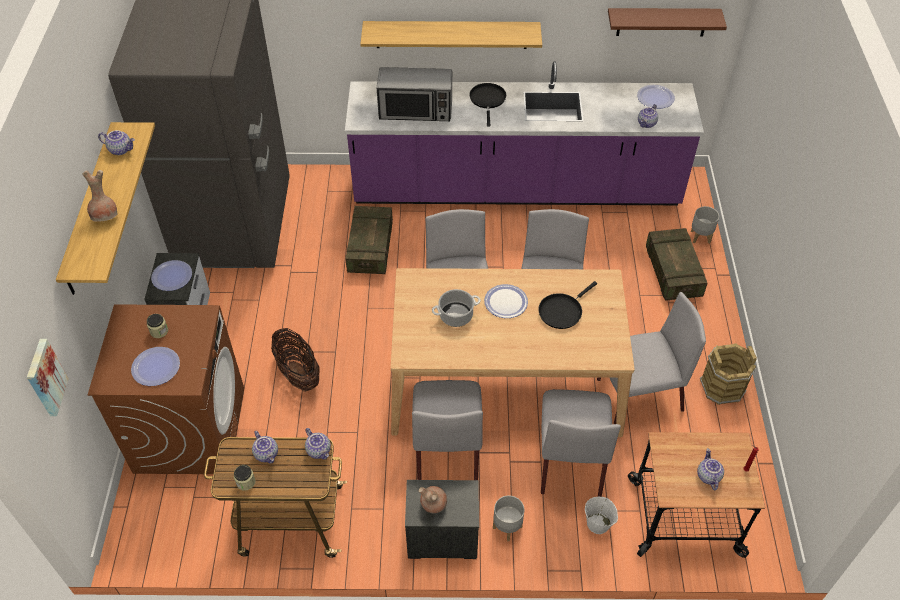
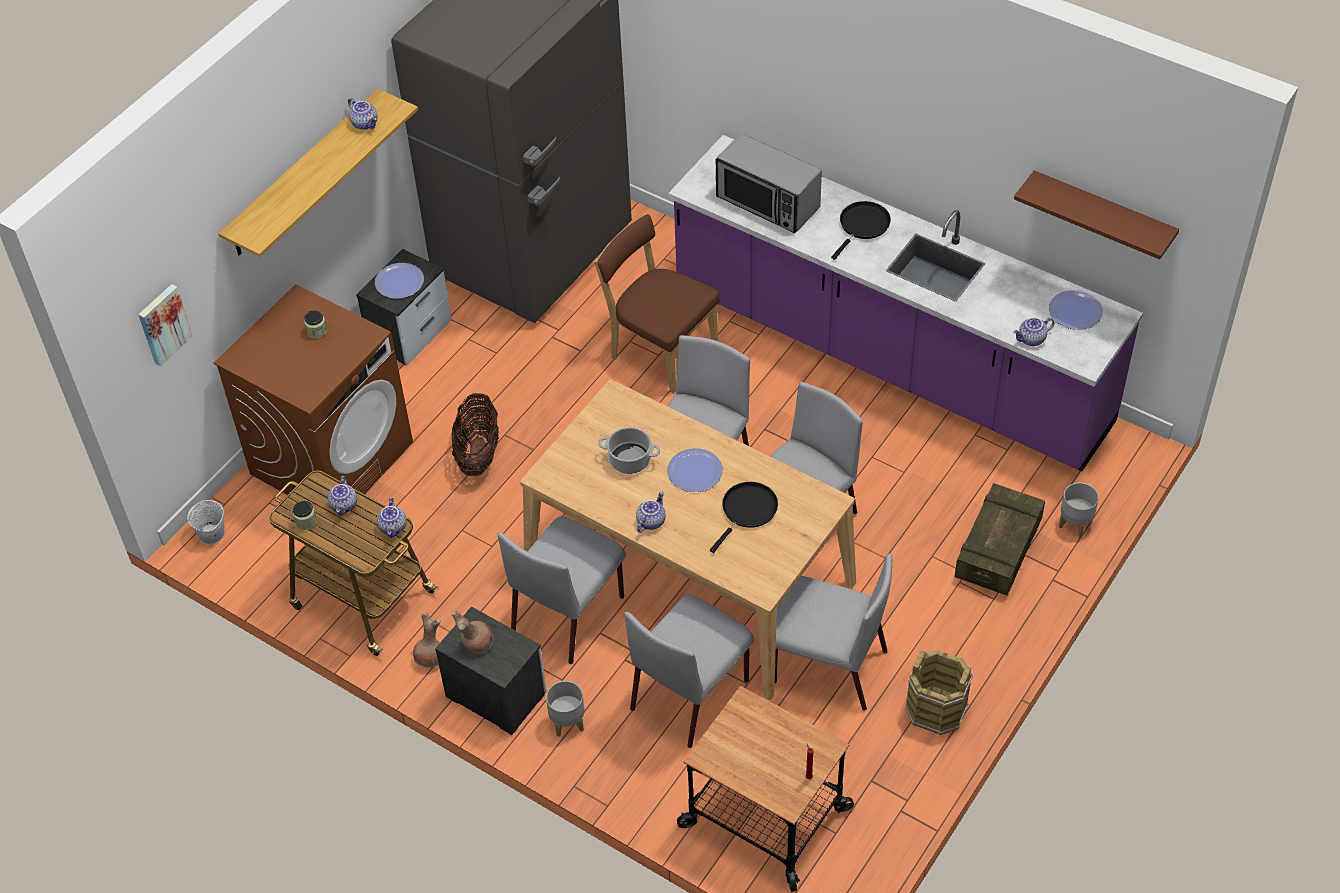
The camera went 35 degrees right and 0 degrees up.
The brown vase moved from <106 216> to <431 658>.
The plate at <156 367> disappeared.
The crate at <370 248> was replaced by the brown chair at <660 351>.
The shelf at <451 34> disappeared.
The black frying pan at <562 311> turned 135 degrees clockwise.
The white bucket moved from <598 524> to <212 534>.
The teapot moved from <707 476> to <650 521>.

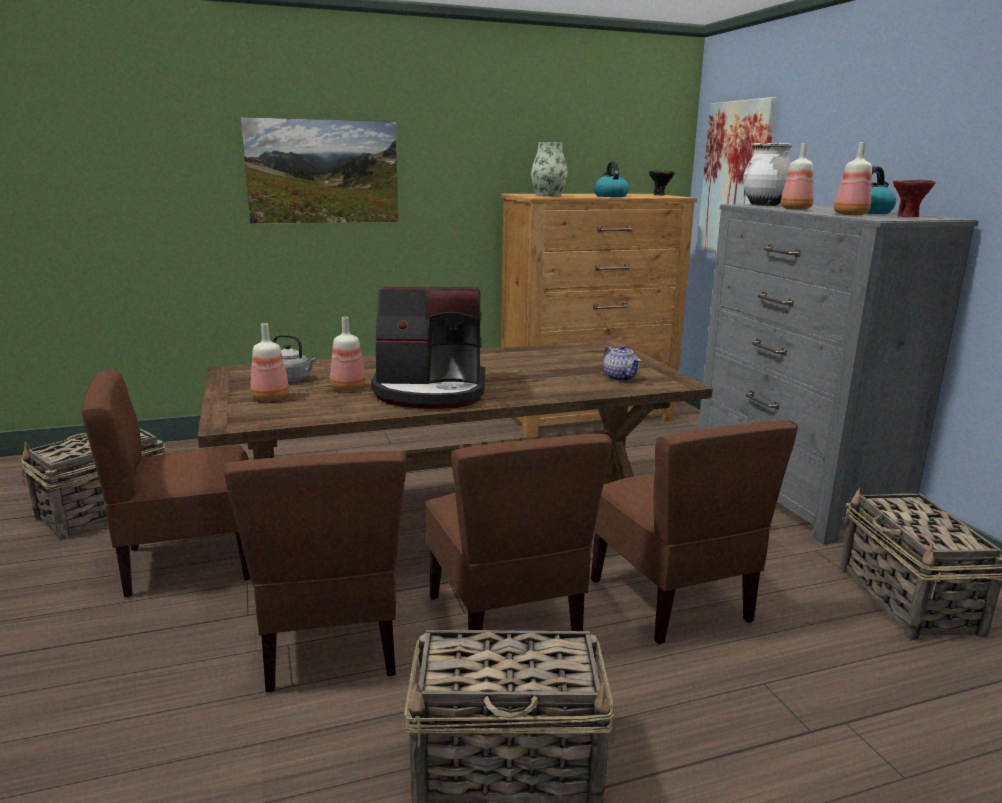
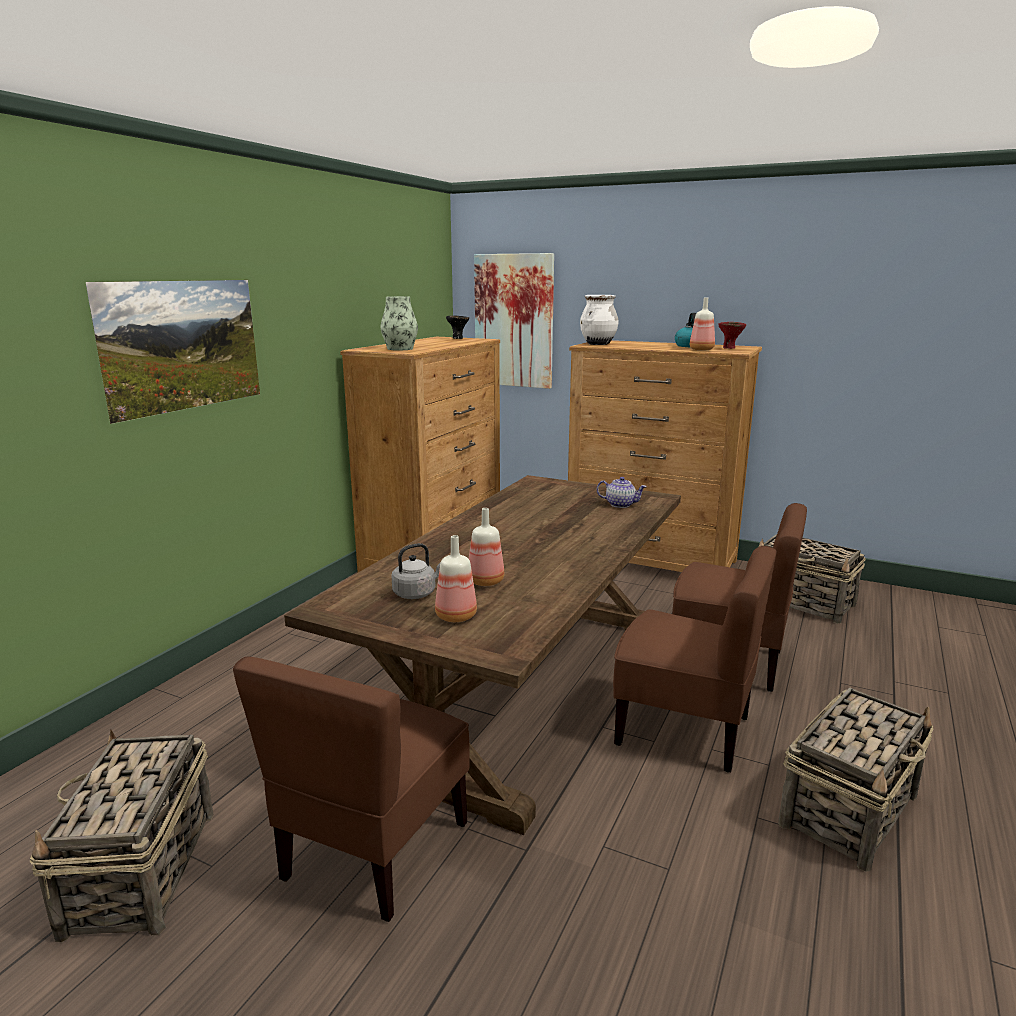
The camera went 45 degrees left and 0 degrees up.
The brown chair at <331 642> disappeared.
The coffee machine at <431 392> disappeared.
The kettle at <610 196> disappeared.
The grey dresser at <792 491> became the brown dresser at <651 560>.
The bottle at <796 209> disappeared.

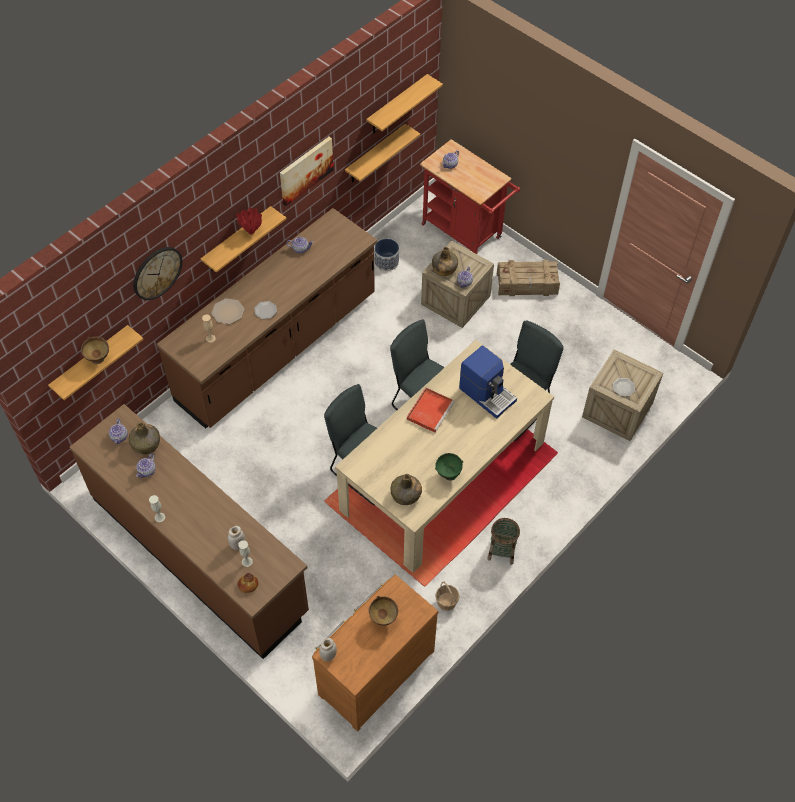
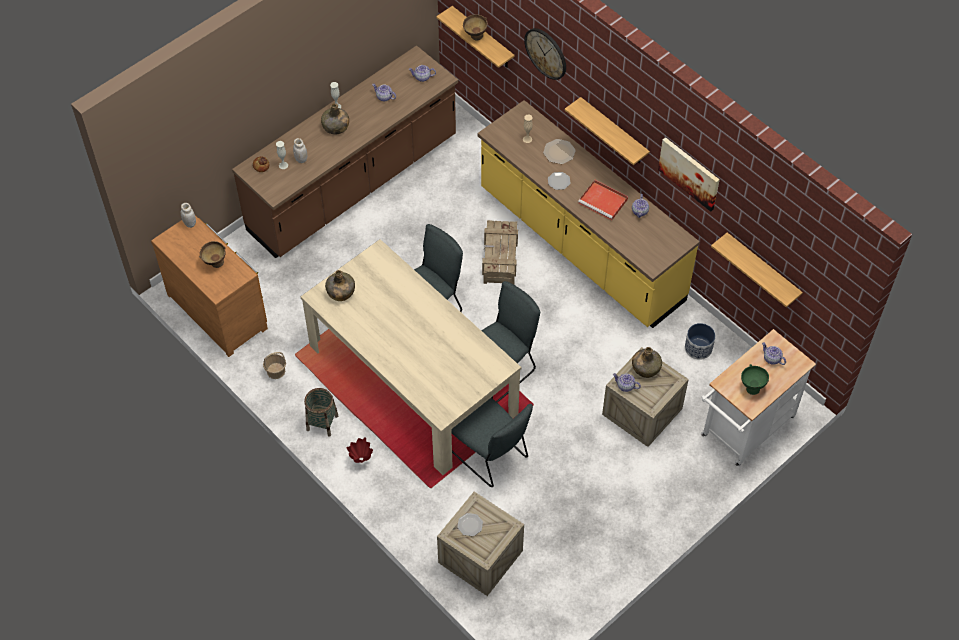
The camera went 95 degrees right and 0 degrees up.
The green bottle moved from <146 444> to <335 127>.
The brown counter at <278 349> became the yellow counter at <580 246>.
The red vase moved from <251 232> to <361 460>.
The shelf at <397 105> disappeared.
The red tray moved from <430 410> to <604 201>.
The red cart at <465 233> became the white cart at <743 431>.
The green bowl moved from <447 475> to <751 387>.
The coffee machine at <487 393> disappeared.
The crate moved from <527 284> to <499 258>.

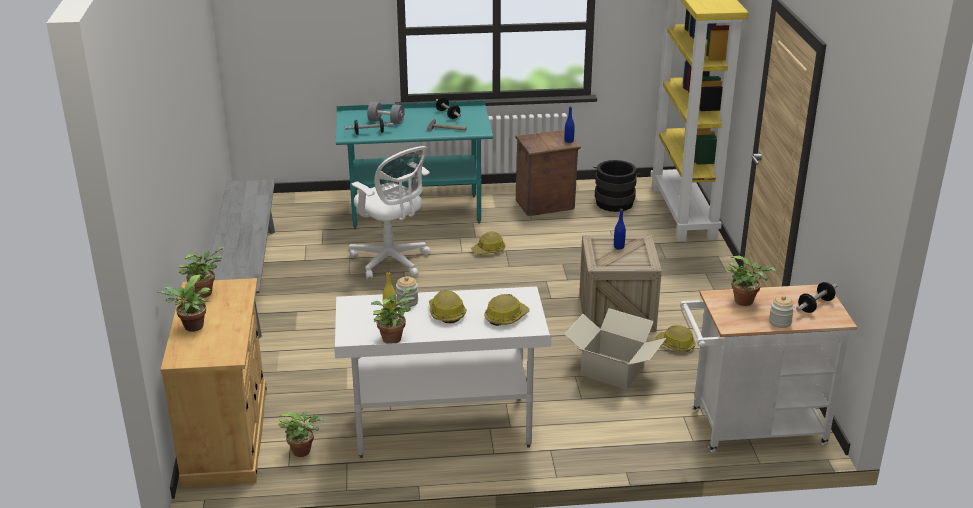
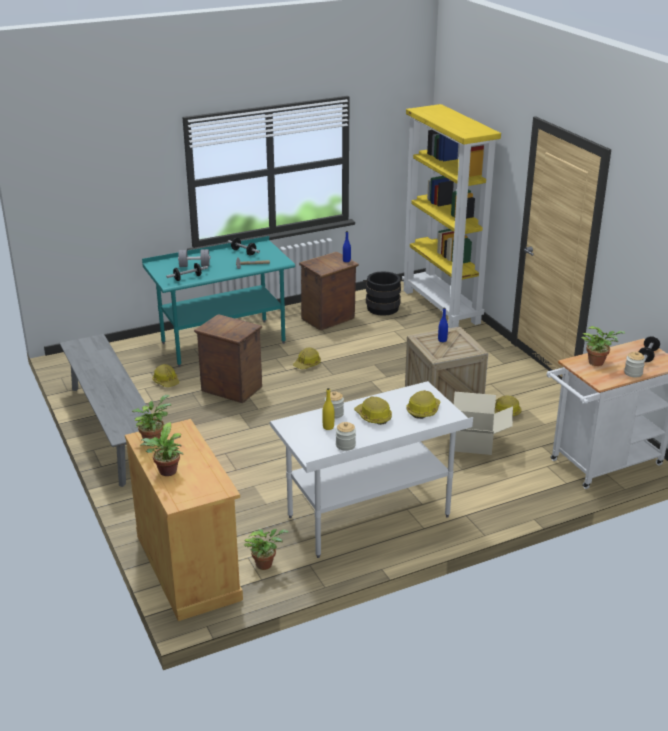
The camera went 20 degrees left and 0 degrees up.
The white office chair at <392 262> was replaced by the crate at <231 389>.
The potted plant at <393 337> was replaced by the jar at <345 445>.
The hard hat at <166 381> appeared.

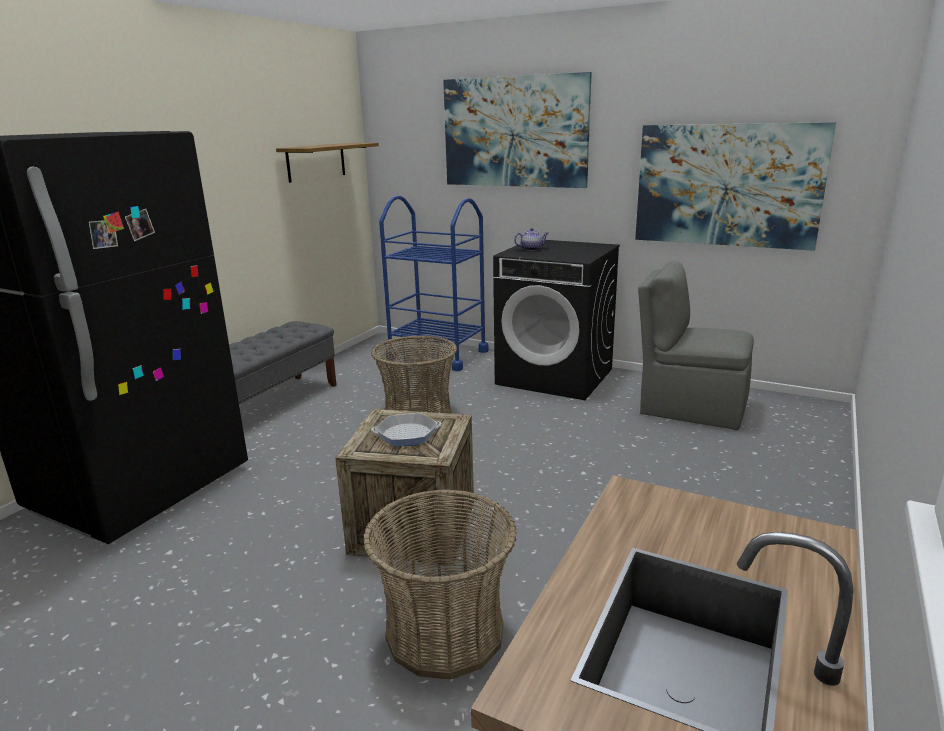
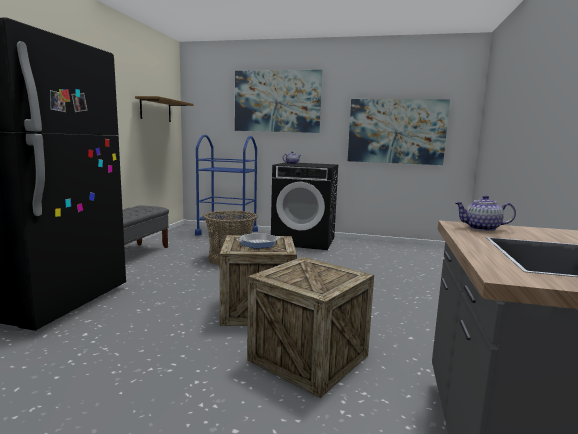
The camera went 15 degrees left and 10 degrees down.
The basket at <445 632> was replaced by the crate at <308 358>.
The grey chair at <689 407> disappeared.
The teapot at <481 228> appeared.

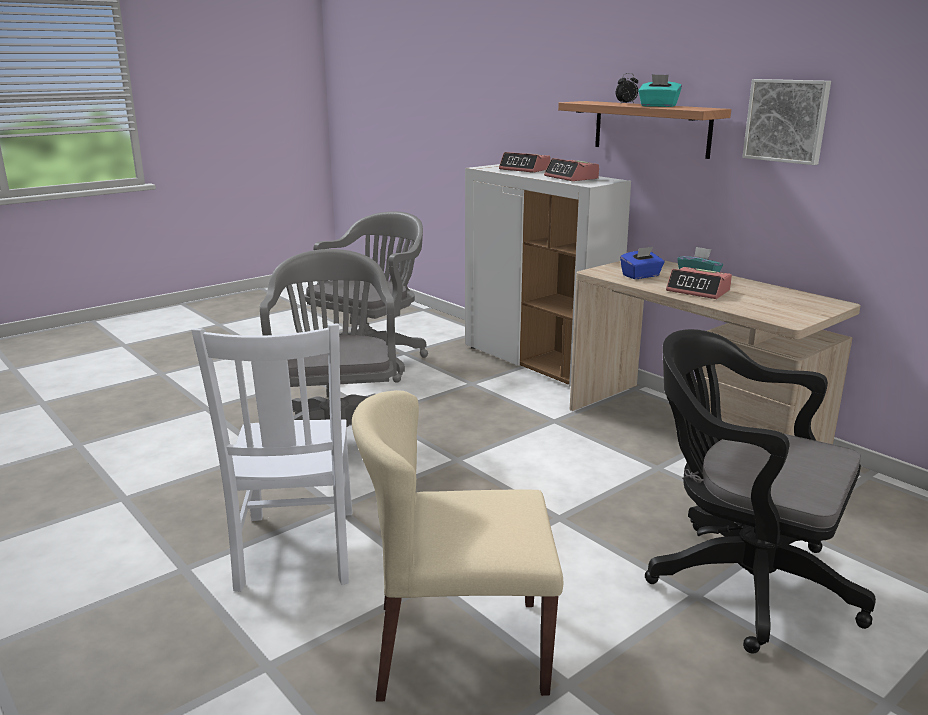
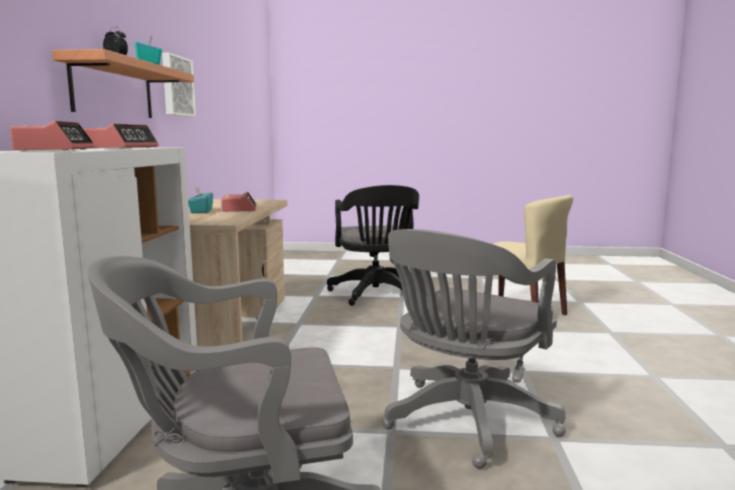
The camera went 135 degrees left and 10 degrees down.
The white chair at <296 551> disappeared.
The blue tissue box at <641 276> disappeared.

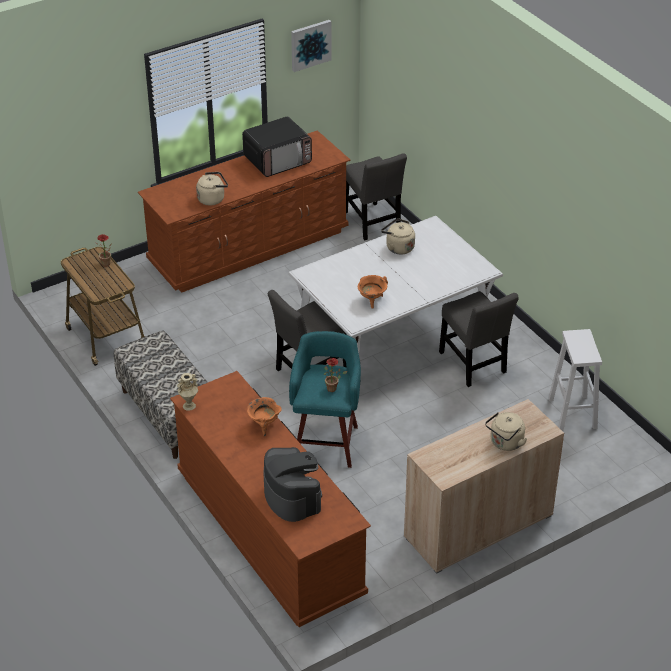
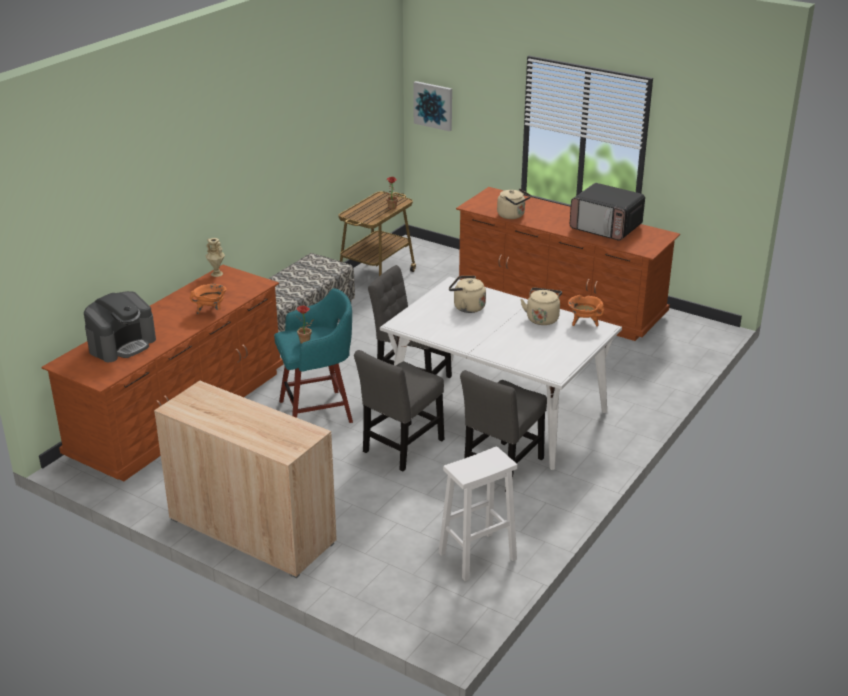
The camera went 65 degrees right and 10 degrees down.
The picture moved from <310 45> to <433 105>.
The grey chair moved from <372 223> to <401 448>.
The orange cooking pot moved from <372 300> to <584 322>.
The beige kettle moved from <505 443> to <467 307>.

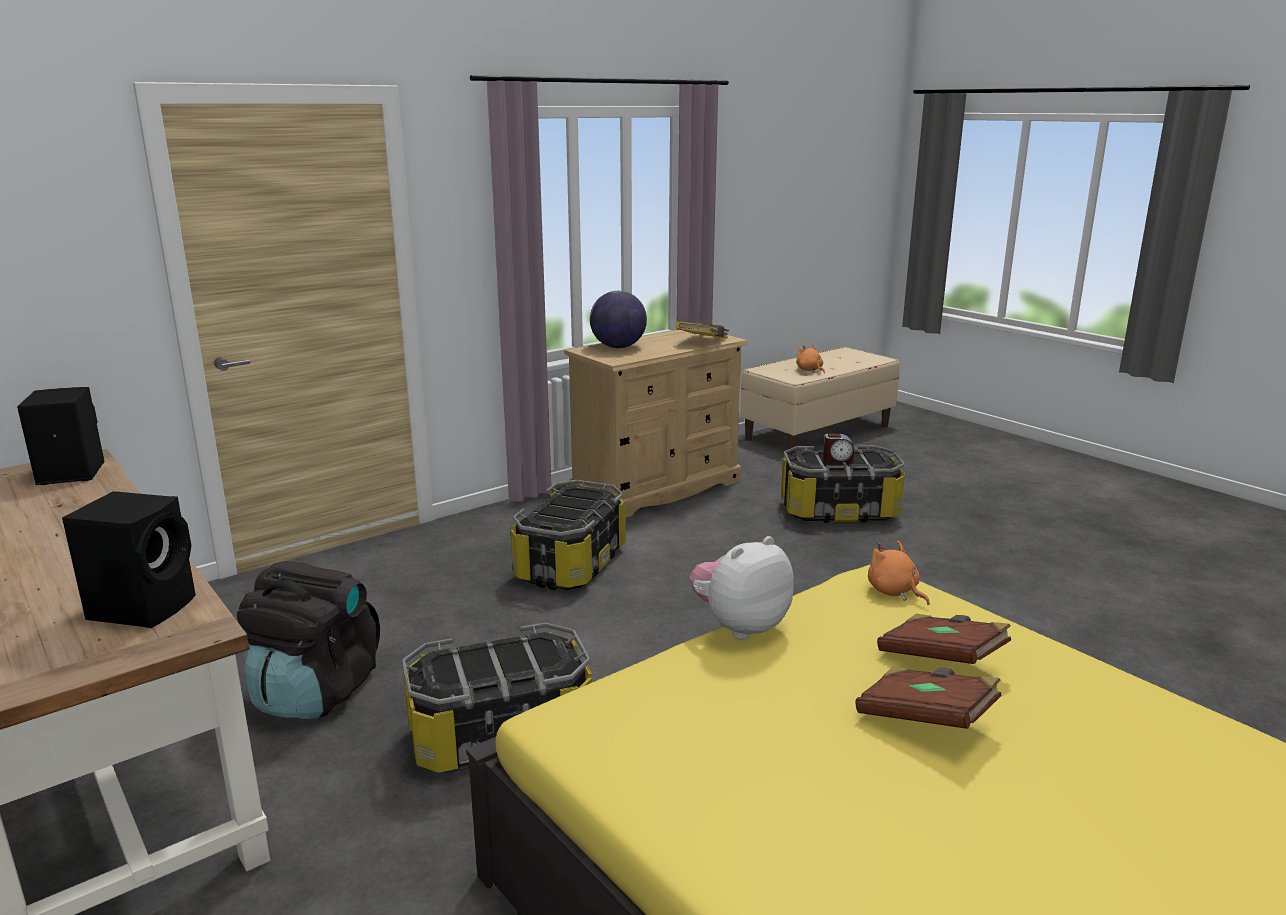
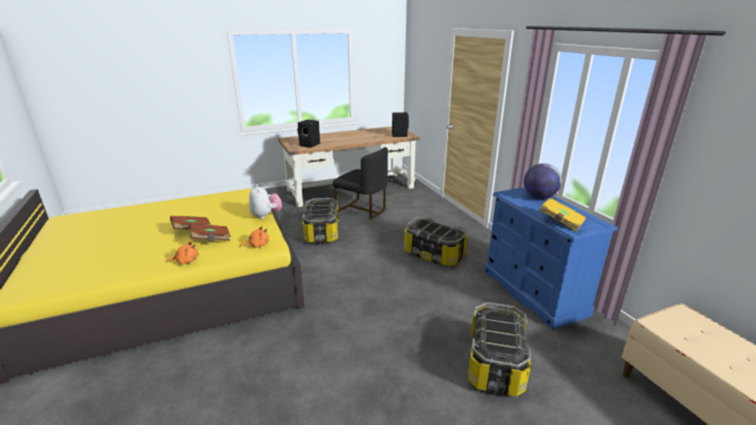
The camera went 105 degrees right and 5 degrees up.
The black backpack at <315 692> was replaced by the black chair at <362 209>.
The beige dresser at <657 488> became the blue dresser at <533 292>.
The orange plush toy moved from <810 370> to <186 261>.
The alarm clock at <837 459> disappeared.

